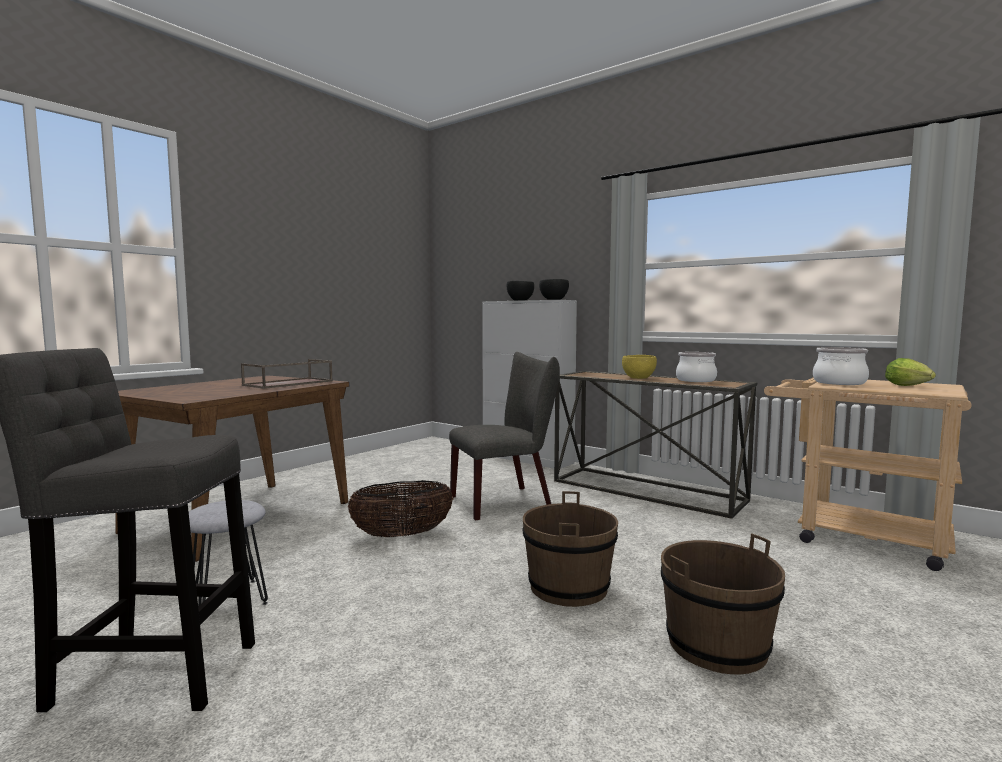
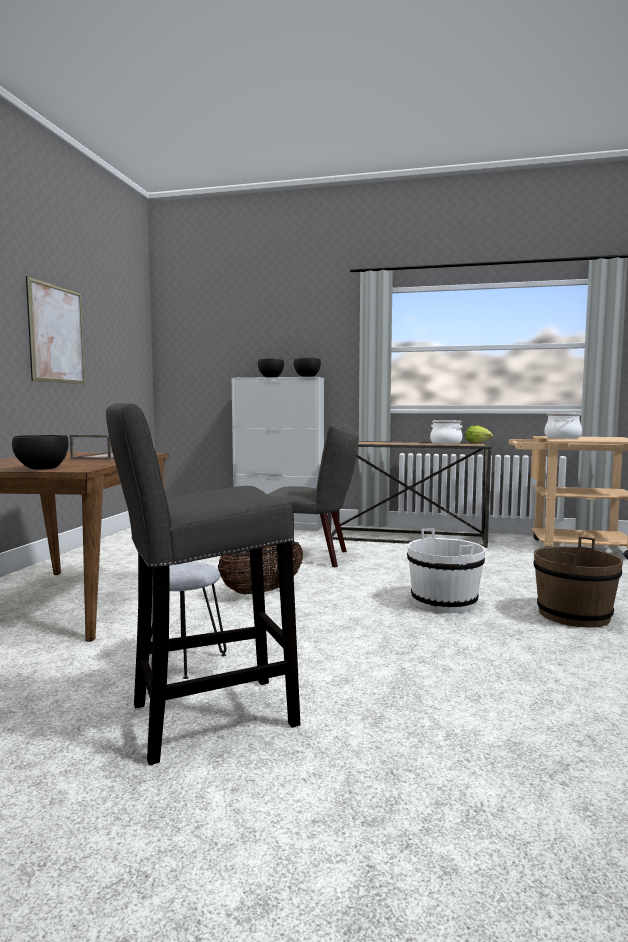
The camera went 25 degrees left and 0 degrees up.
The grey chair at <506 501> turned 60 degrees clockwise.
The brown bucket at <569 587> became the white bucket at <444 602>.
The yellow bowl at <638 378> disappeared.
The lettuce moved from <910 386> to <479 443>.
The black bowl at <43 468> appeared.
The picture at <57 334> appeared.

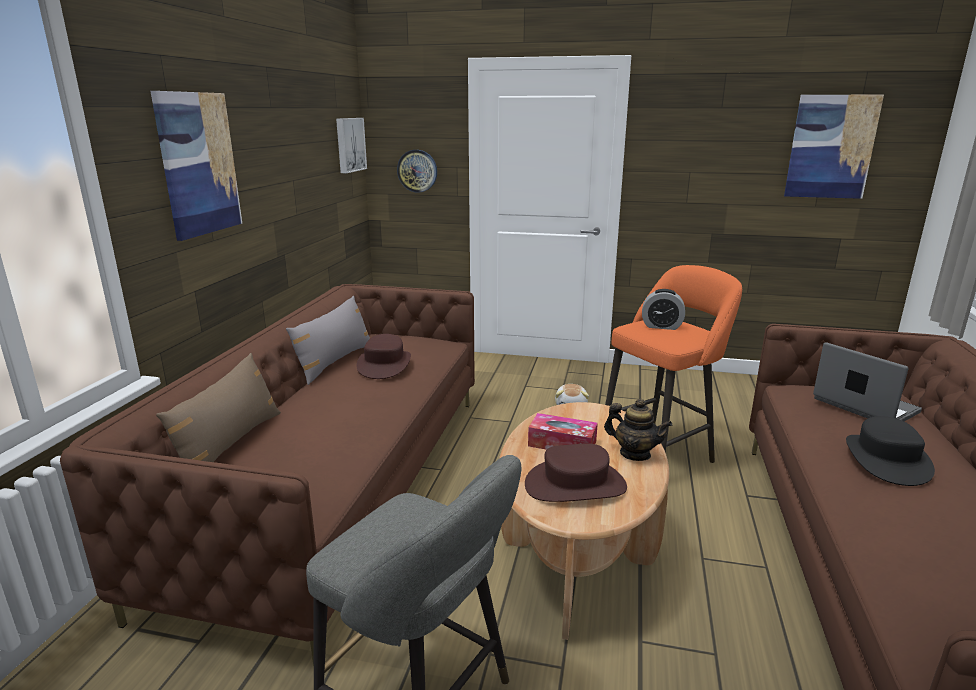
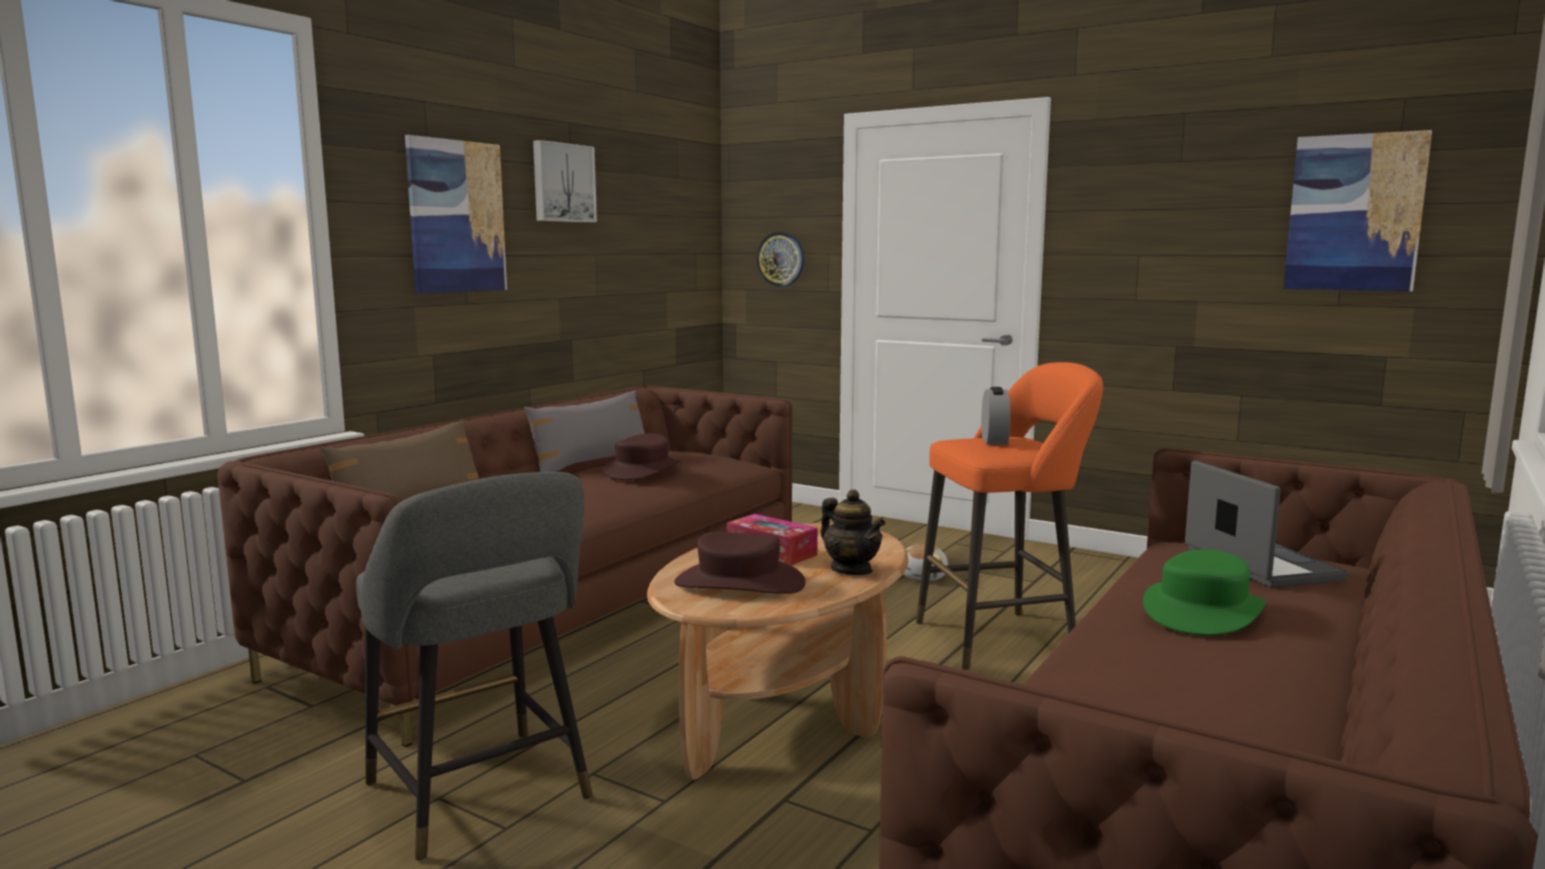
The camera went 20 degrees right and 10 degrees down.
The picture moved from <349 144> to <562 183>.
The alarm clock at <661 326> turned 120 degrees counterclockwise.
The black hat at <886 459> became the green hat at <1202 611>.

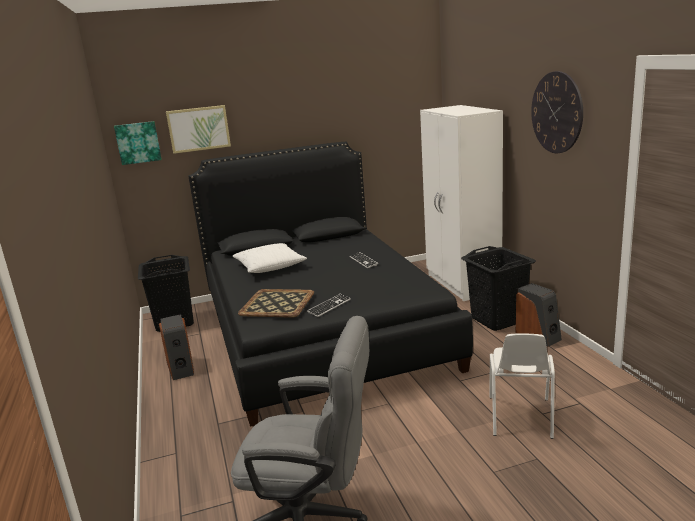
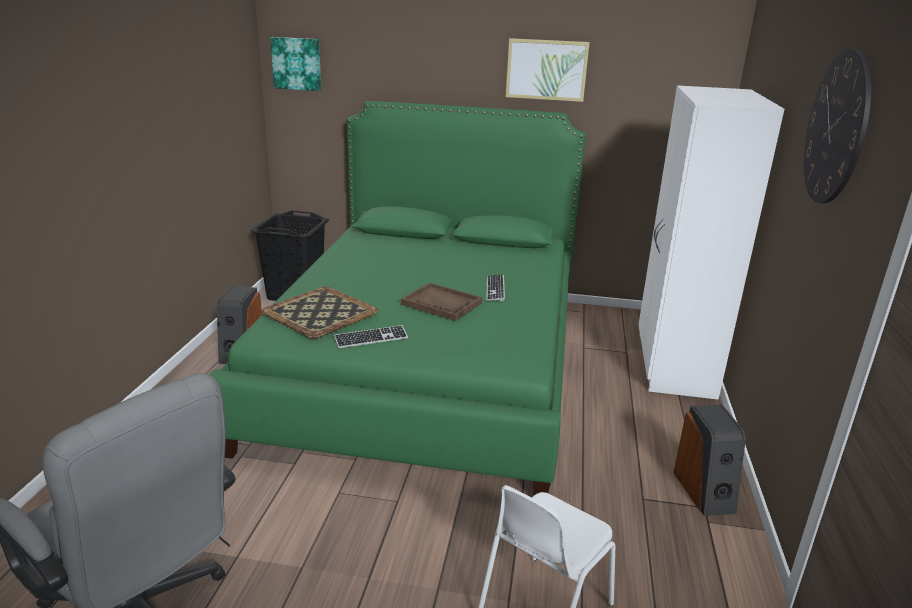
The camera went 25 degrees right and 5 degrees up.
The picture moved from <198 129> to <546 70>.
The black bed at <320 331> became the green bed at <426 364>.
The white pillow at <269 267> disappeared.
The black laundry basket at <497 319> disappeared.
The brown tray at <441 303> appeared.

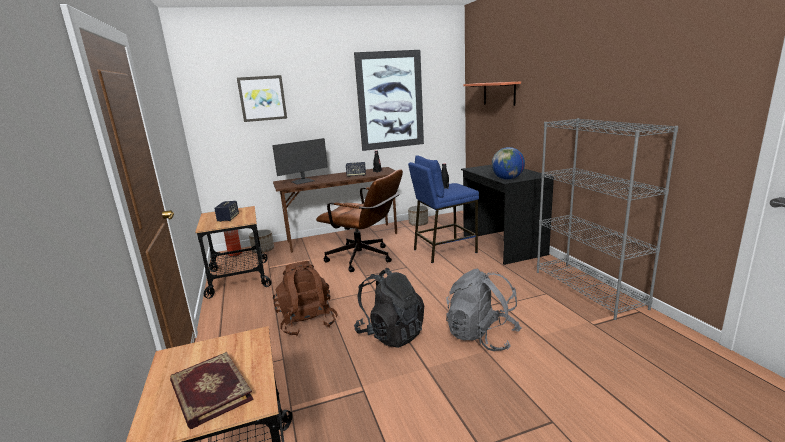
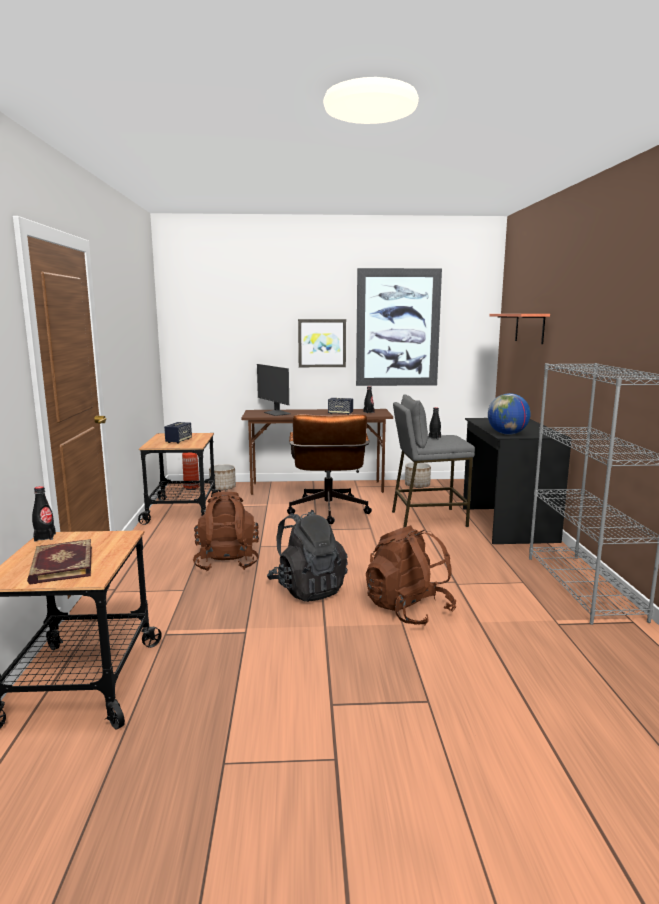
The camera went 15 degrees right and 5 degrees down.
The picture moved from <262 98> to <322 343>.
The monitor at <303 181> turned 75 degrees clockwise.
The brown office chair at <365 259> turned 45 degrees clockwise.
The blue stool at <444 251> became the grey stool at <428 518>.
The grey backpack at <481 336> became the brown backpack at <408 610>.
The black bottle at <45 537> appeared.

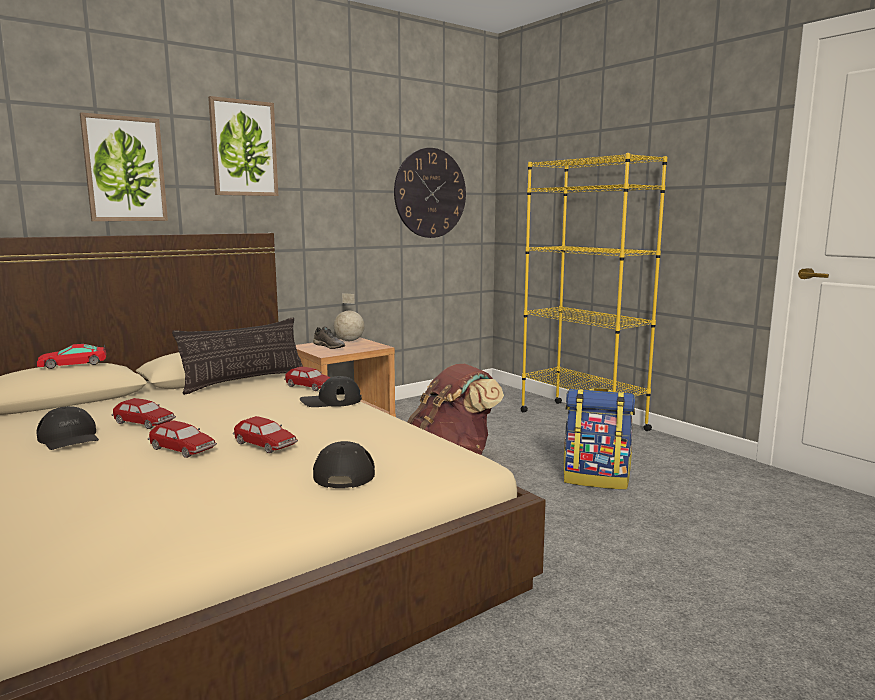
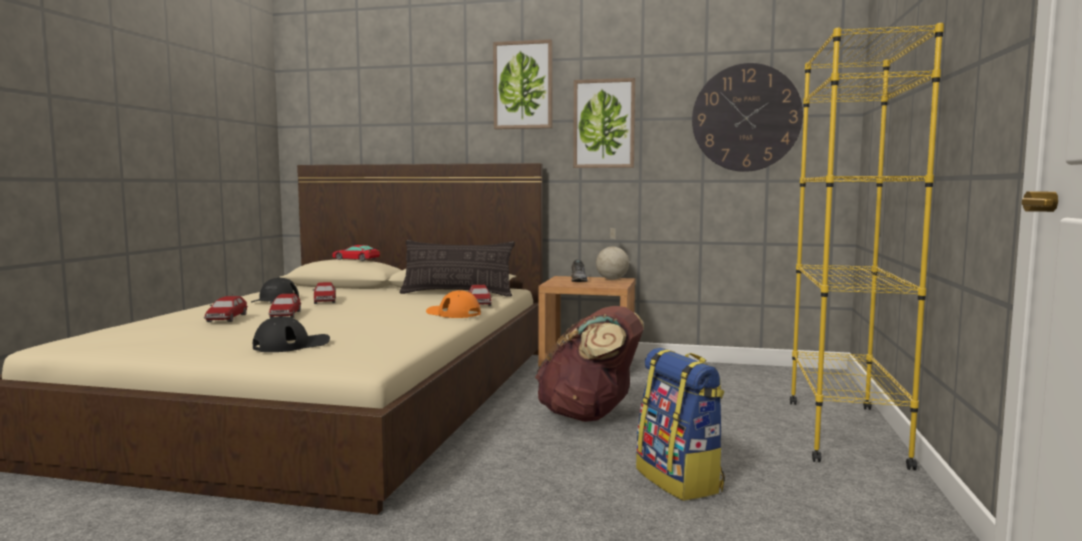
The camera went 50 degrees right and 5 degrees down.
The picture moved from <124 169> to <604 124>.
The toy car moved from <265 444> to <226 318>.
The black cap at <331 401> became the orange cap at <453 313>.

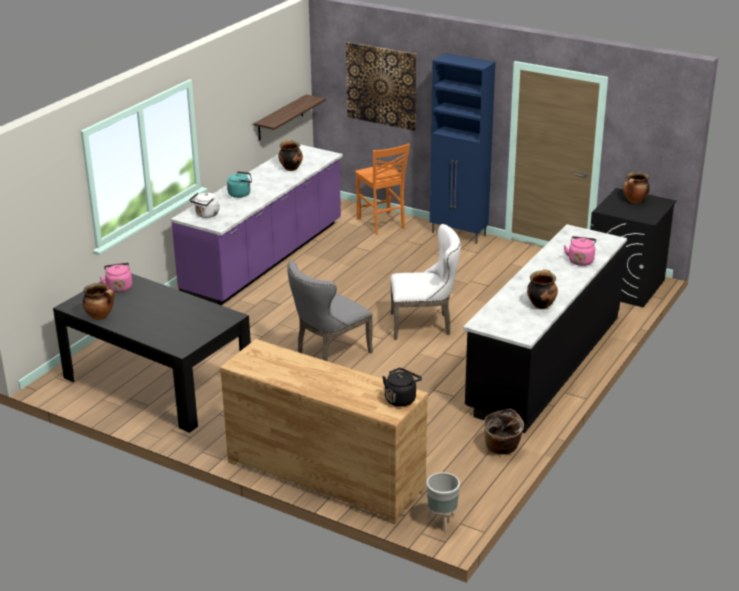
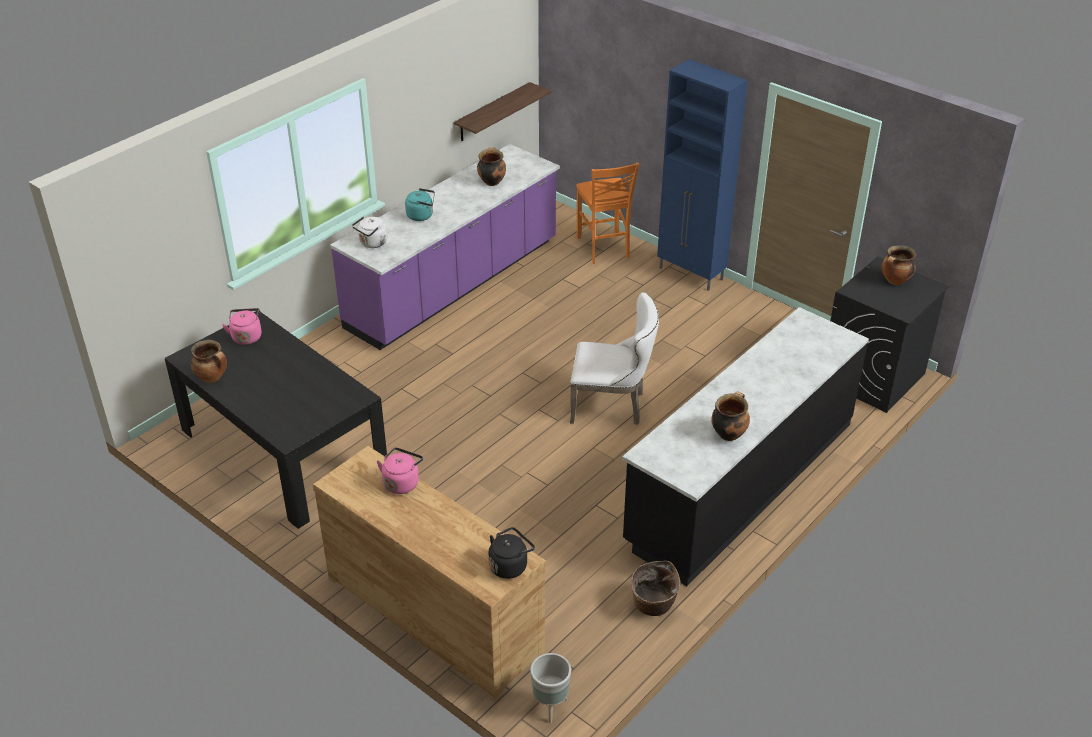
The camera went 10 degrees right and 10 degrees up.
The grey chair at <329 354> disappeared.
The picture at <381 85> disappeared.
The pink kettle moved from <580 260> to <402 482>.

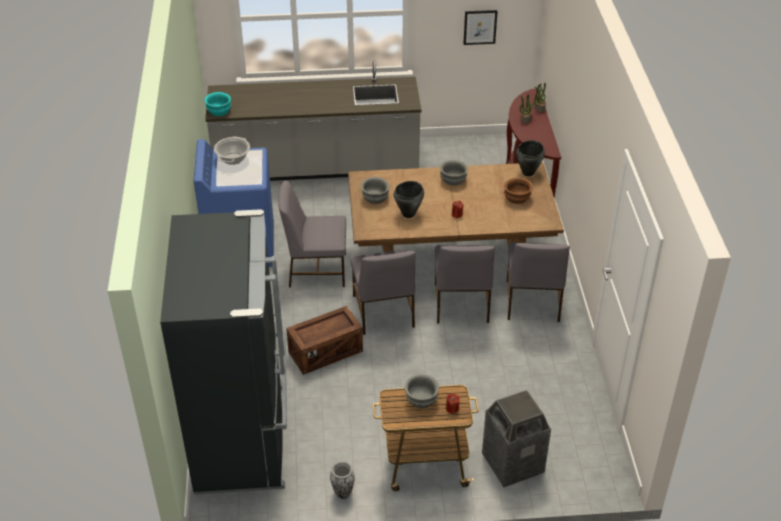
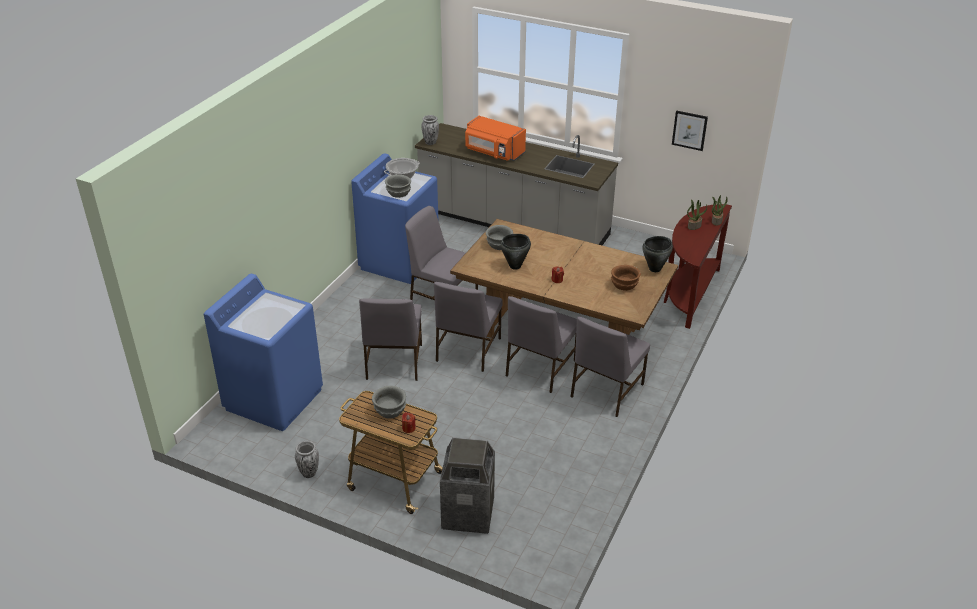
The camera went 30 degrees right and 5 degrees down.
The black fridge at <243 437> was replaced by the blue washing machine at <274 399>.
The turquoise bowl at <219 111> was replaced by the vase at <430 142>.
The crate at <325 352> was replaced by the grey chair at <393 362>.
The grey bowl moved from <453 180> to <398 193>.
The orange microwave at <493 152> appeared.

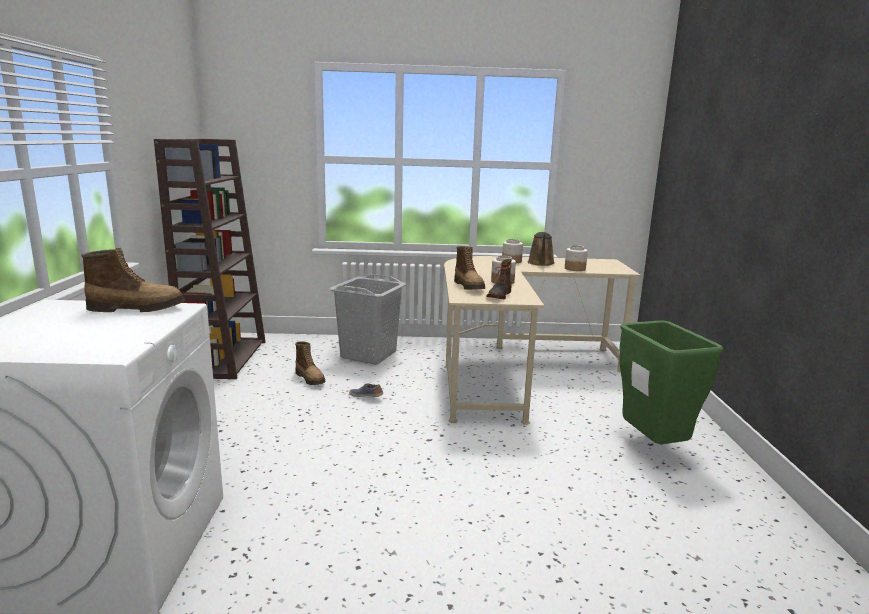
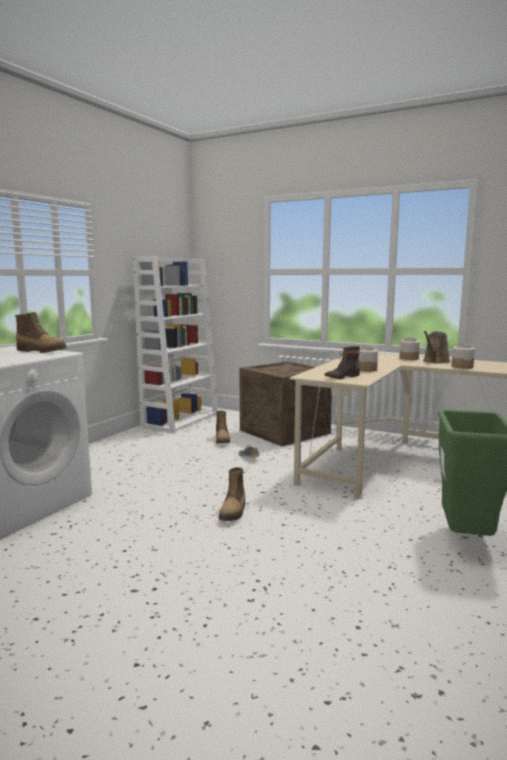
The camera went 30 degrees right and 5 degrees down.
The brown bookcase at <224 358> became the white bookcase at <180 420>.
The grey laundry basket at <368 355> was replaced by the crate at <283 431>.
The boot moved from <469 287> to <233 512>.

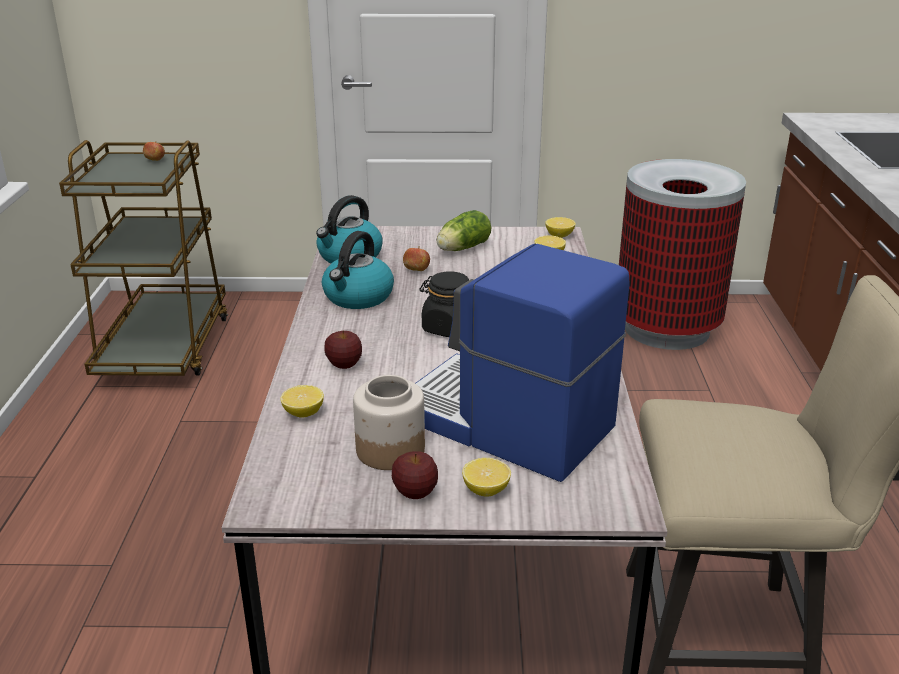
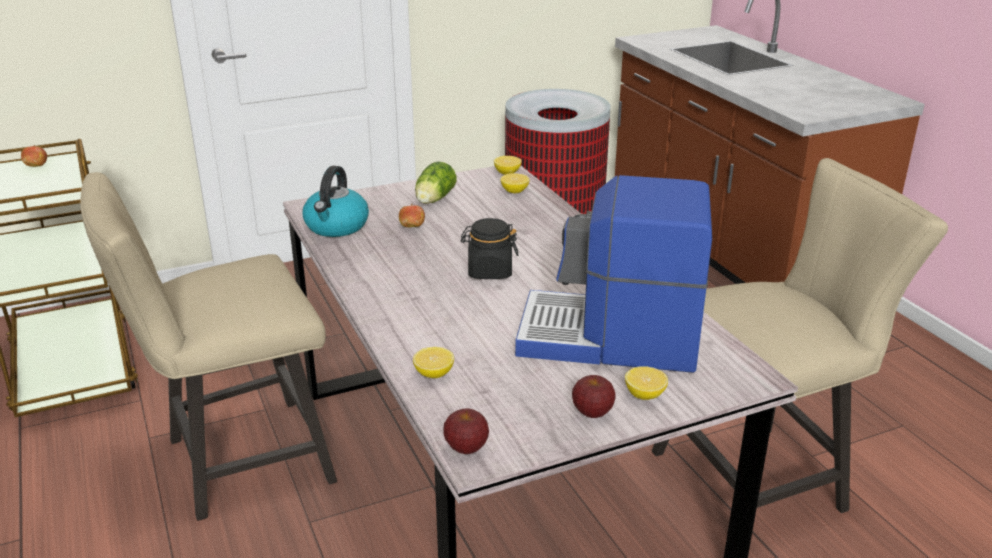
The camera went 25 degrees left and 0 degrees up.
The kettle at <358 297> disappeared.
The apple moved from <344 365> to <466 448>.
The jar at <389 450> disappeared.
The beige chair at <236 463> appeared.

